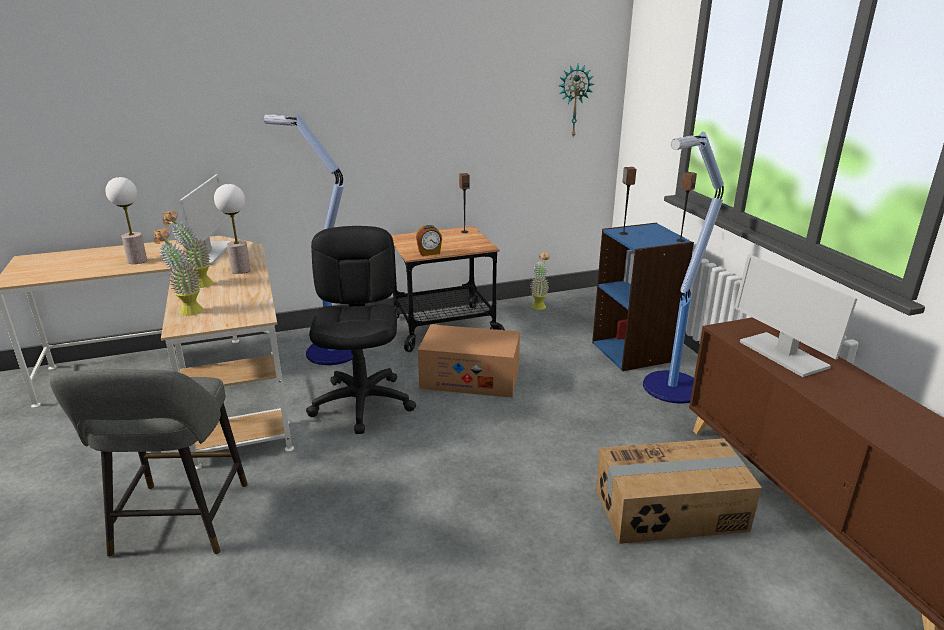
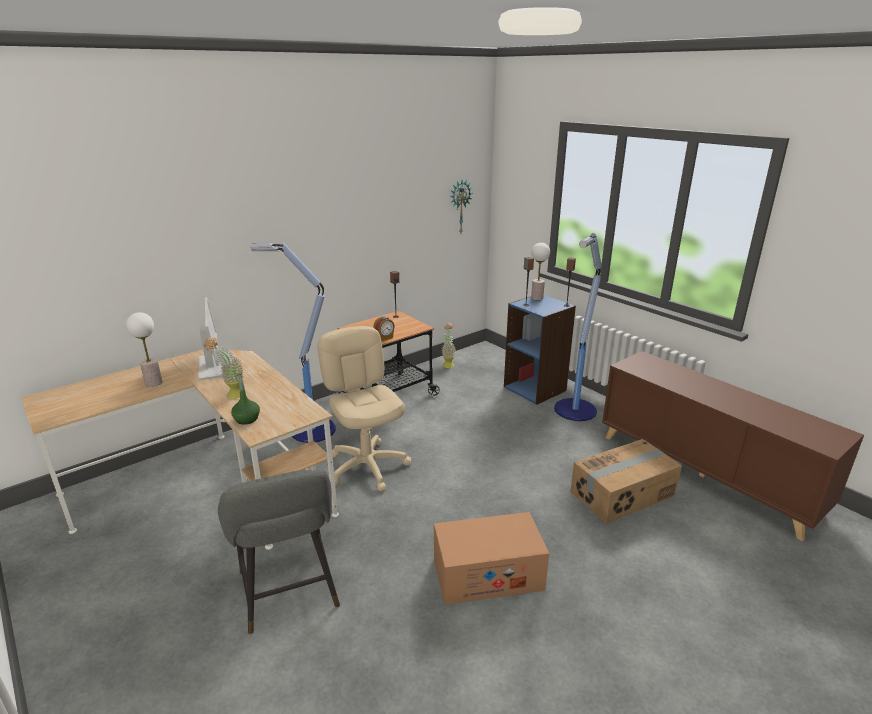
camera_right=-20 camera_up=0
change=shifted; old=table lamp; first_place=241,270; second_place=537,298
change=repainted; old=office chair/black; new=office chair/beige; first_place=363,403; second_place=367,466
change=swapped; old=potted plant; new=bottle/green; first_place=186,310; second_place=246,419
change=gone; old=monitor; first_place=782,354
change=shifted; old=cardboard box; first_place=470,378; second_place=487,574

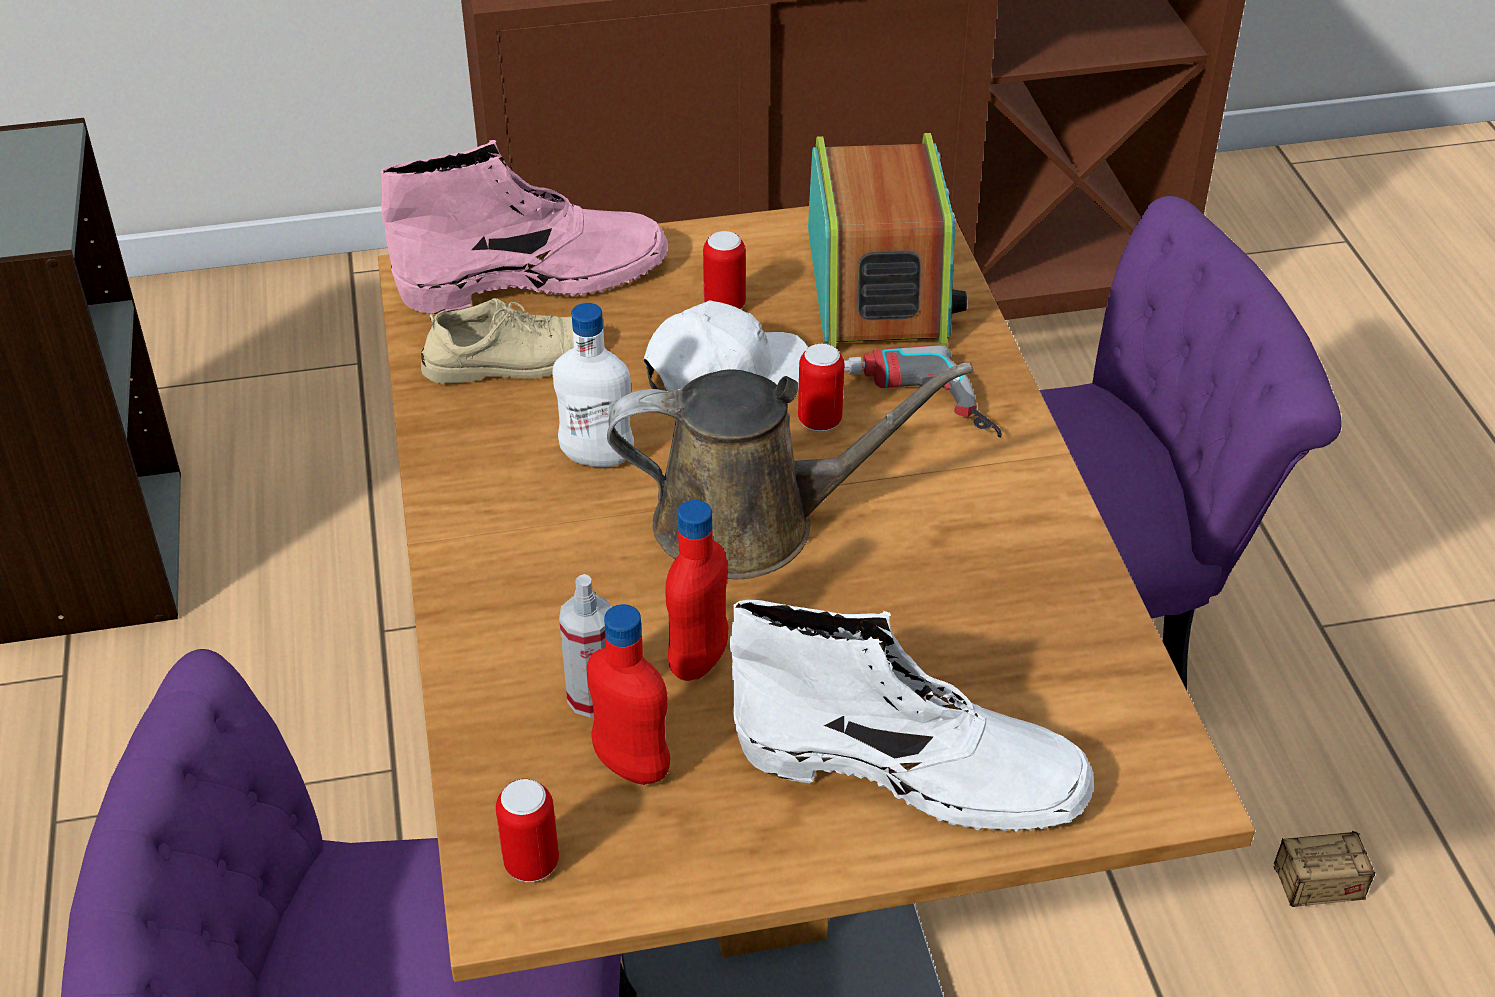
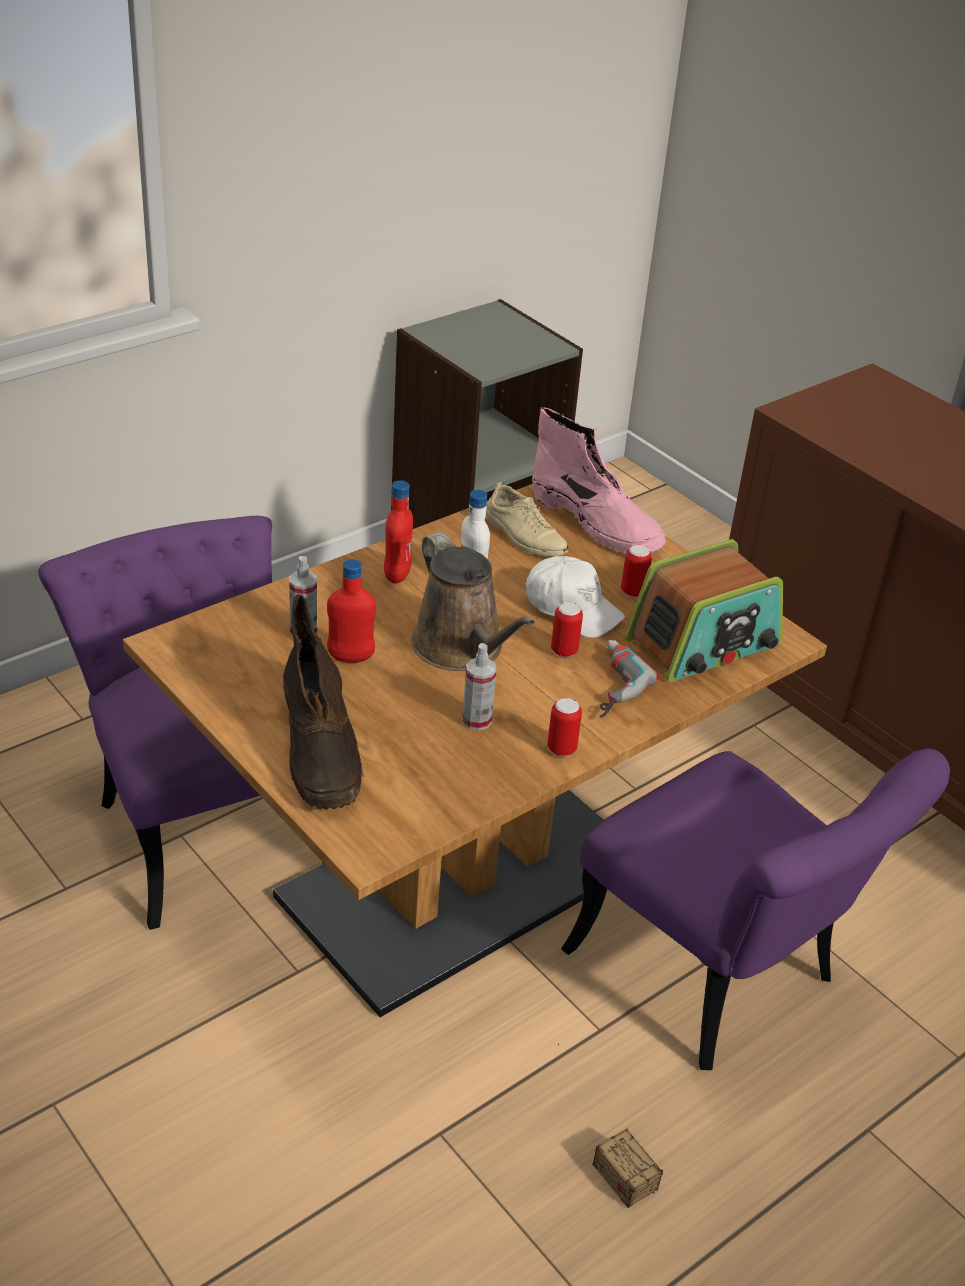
camera_right=60 camera_up=-5
change=repainted; old=boot/white; new=boot/brown; first_place=913,771; second_place=321,749
change=shifted; old=bottle/red; first_place=631,766; second_place=397,574
change=shifted; old=can; first_place=531,863; second_place=561,749
change=new; new=spray bottle; second_place=476,720

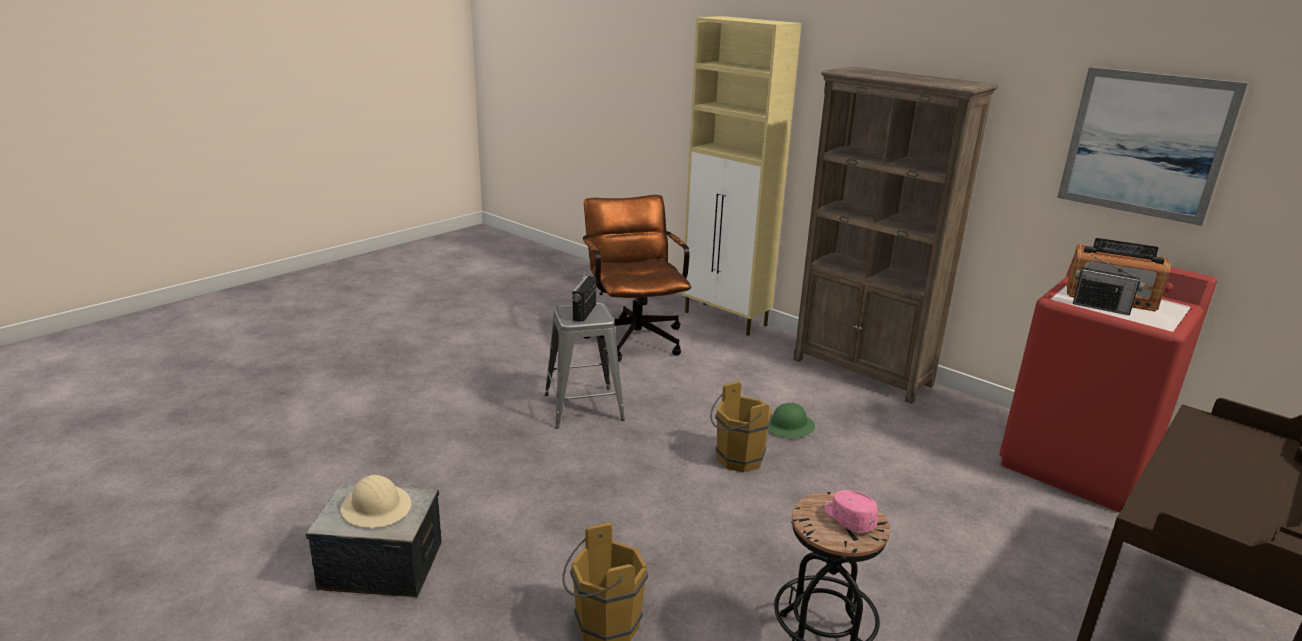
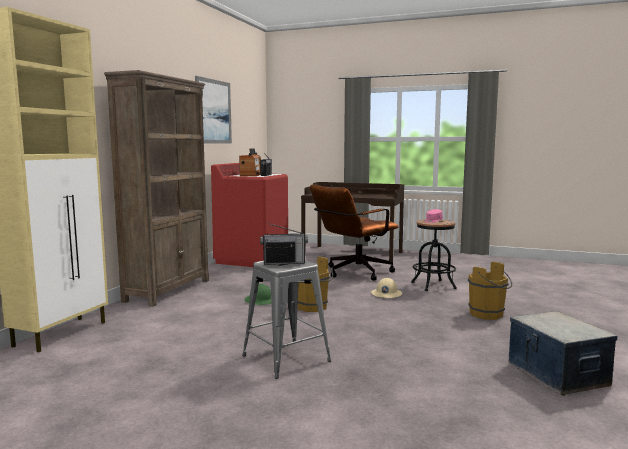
camera_right=-110 camera_up=-15
change=shifted; old=office chair/brown; first_place=634,336; second_place=353,273
change=shifted; old=hard hat/beige; first_place=376,508; second_place=386,294

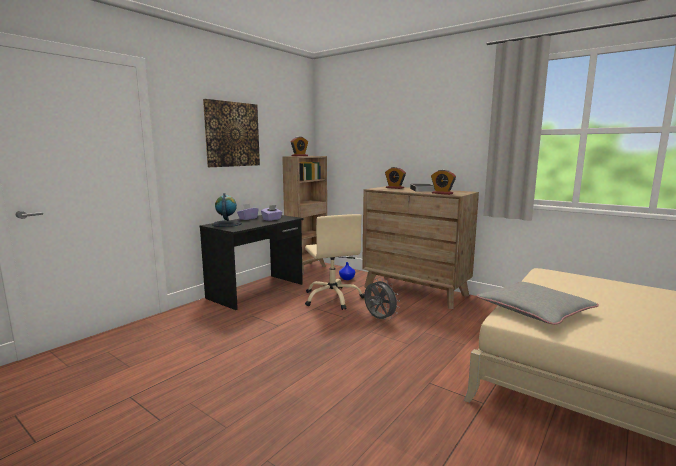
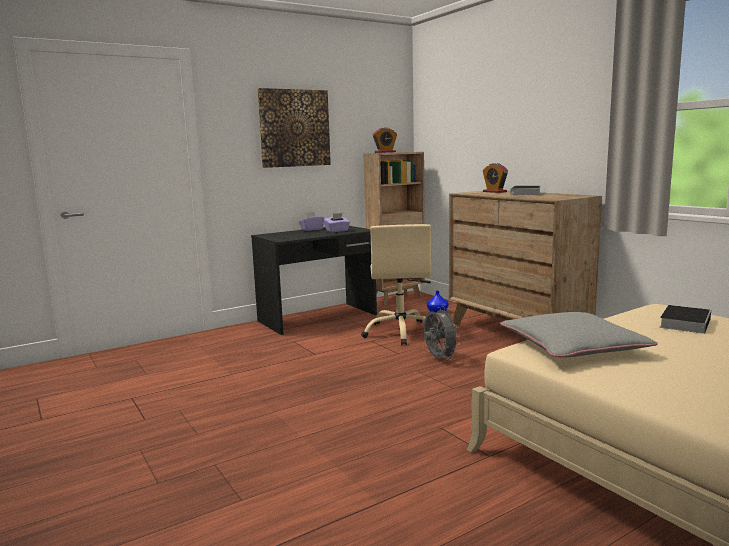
camera_right=20 camera_up=0
change=gone; old=alarm clock; first_place=442,193
change=gone; old=globe; first_place=226,224
change=new; new=book; second_place=685,322

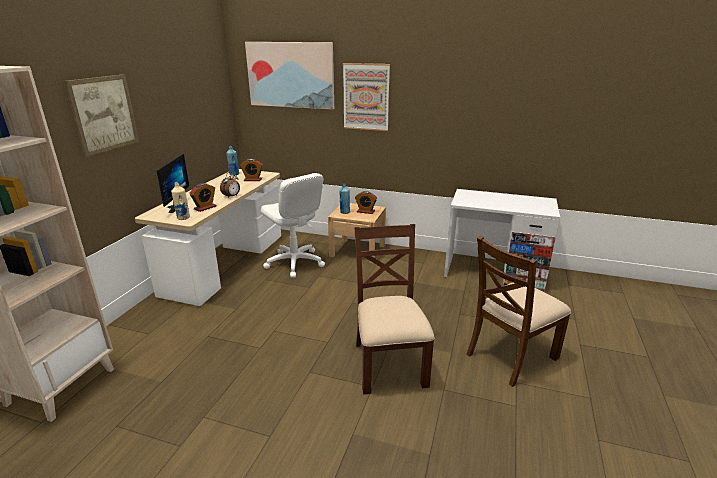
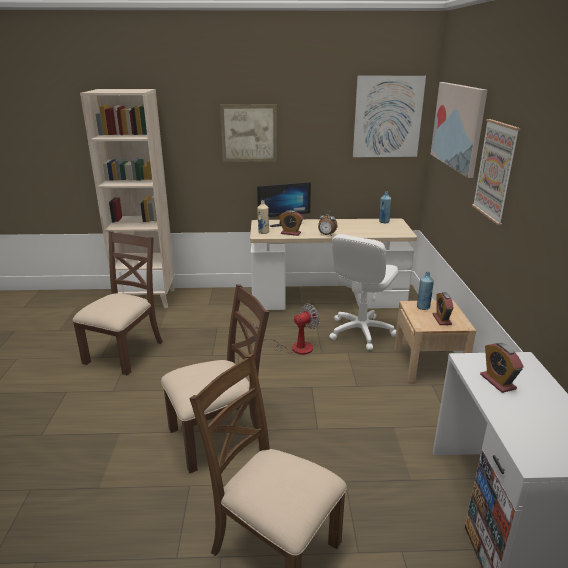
camera_right=70 camera_up=0
change=shifted; old=alarm clock; first_place=253,180; second_place=497,382
change=new; new=picture; second_place=387,117
change=new; new=chair/brown; second_place=125,352
change=new; new=fan; second_place=294,347

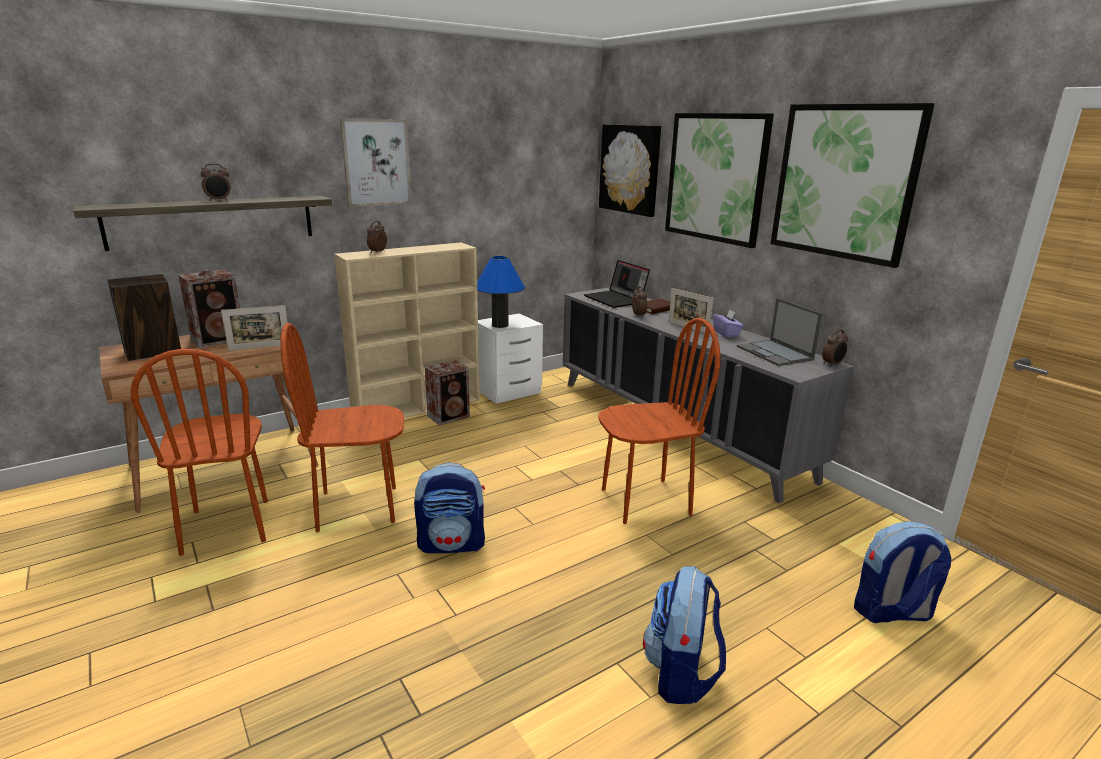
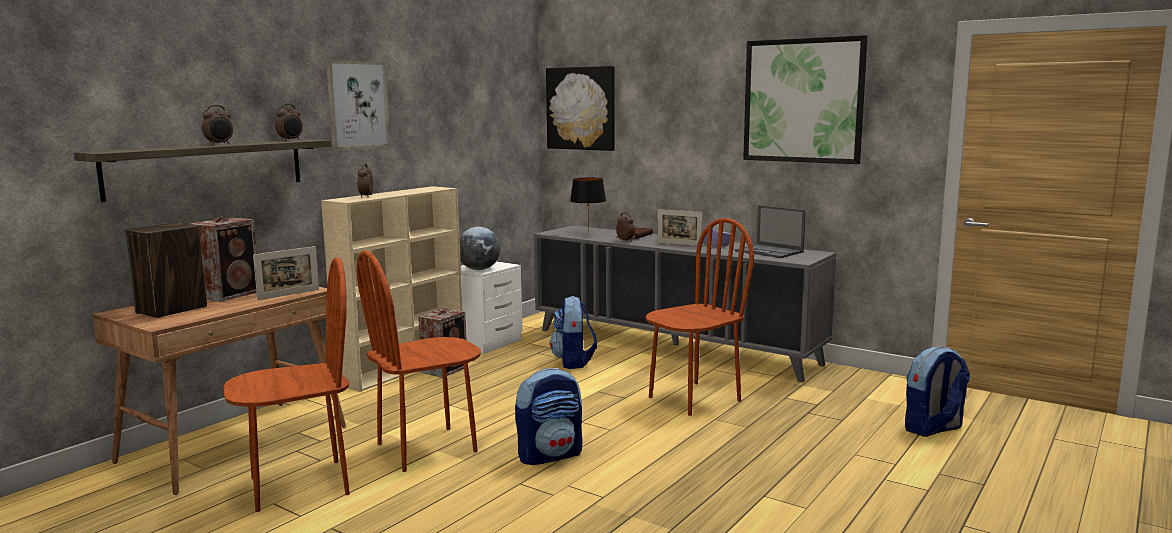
camera_right=-20 camera_up=-10
change=gone; old=picture; first_place=715,178
change=swapped; old=table lamp/blue; new=globe; first_place=500,325; second_place=479,269
change=swapped; old=laptop; new=table lamp/black; first_place=616,300; second_place=588,233
change=shifted; old=alarm clock; first_place=832,364; second_place=290,140
change=rotated; old=chair/brown; first_place=227,526; second_place=299,485; degrees=-75
change=shifted; old=backpack; first_place=681,674; second_place=573,362

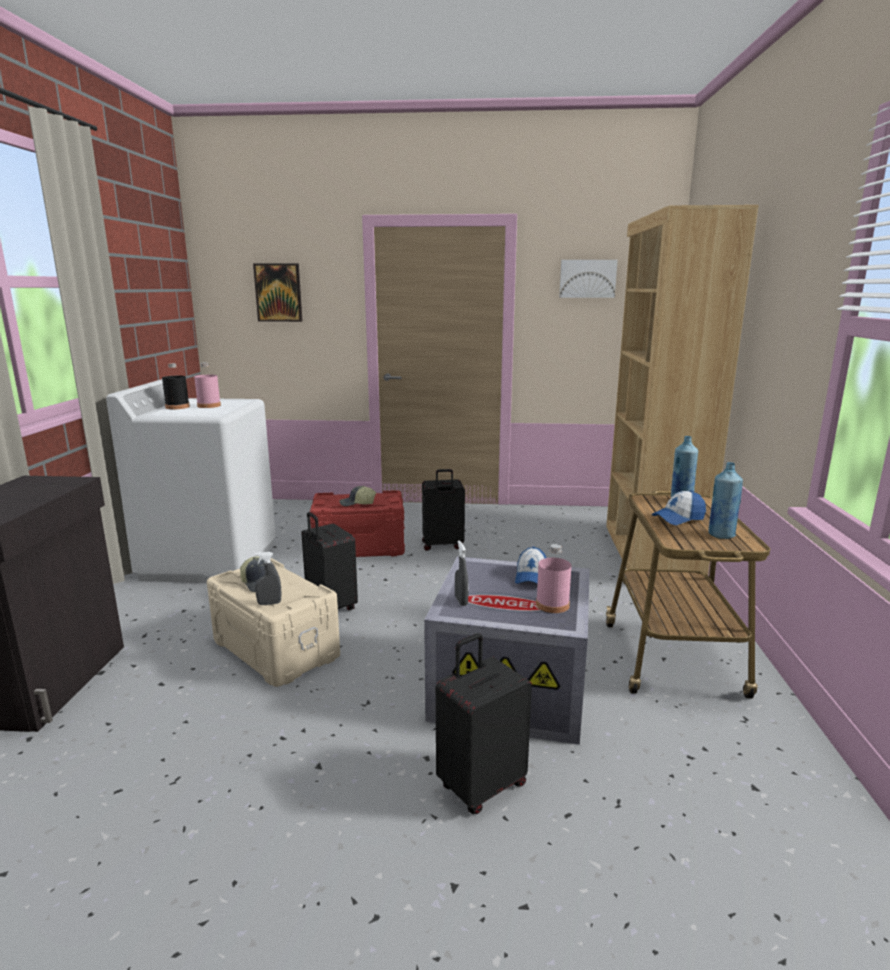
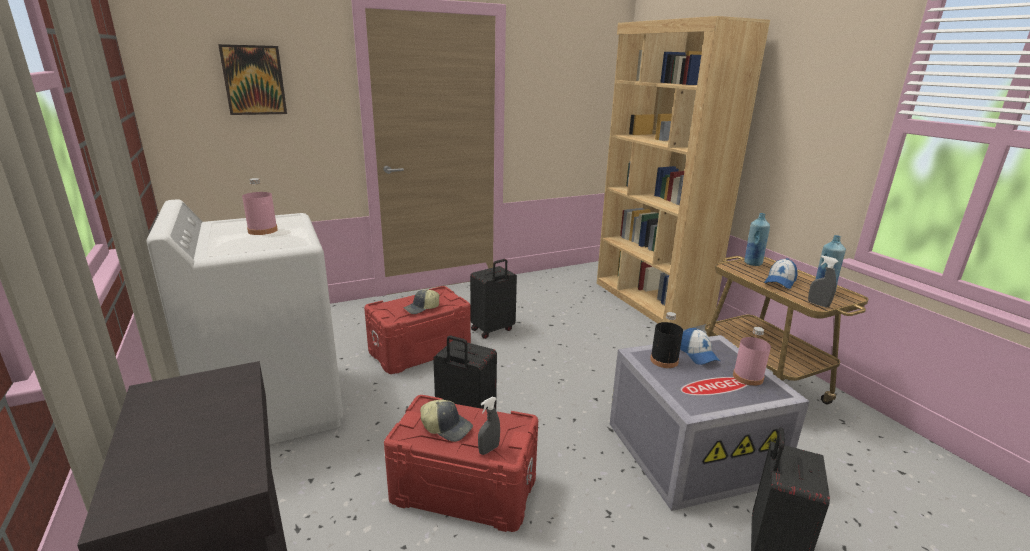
camera_right=-30 camera_up=5
change=gone; old=picture; first_place=587,278
change=shifted; old=bottle/black; first_place=177,407; second_place=664,360
change=shifted; old=spray bottle/grey; first_place=461,601; second_place=818,304
change=repainted; old=storage box/beige; new=storage box/red; first_place=277,648; second_place=465,488

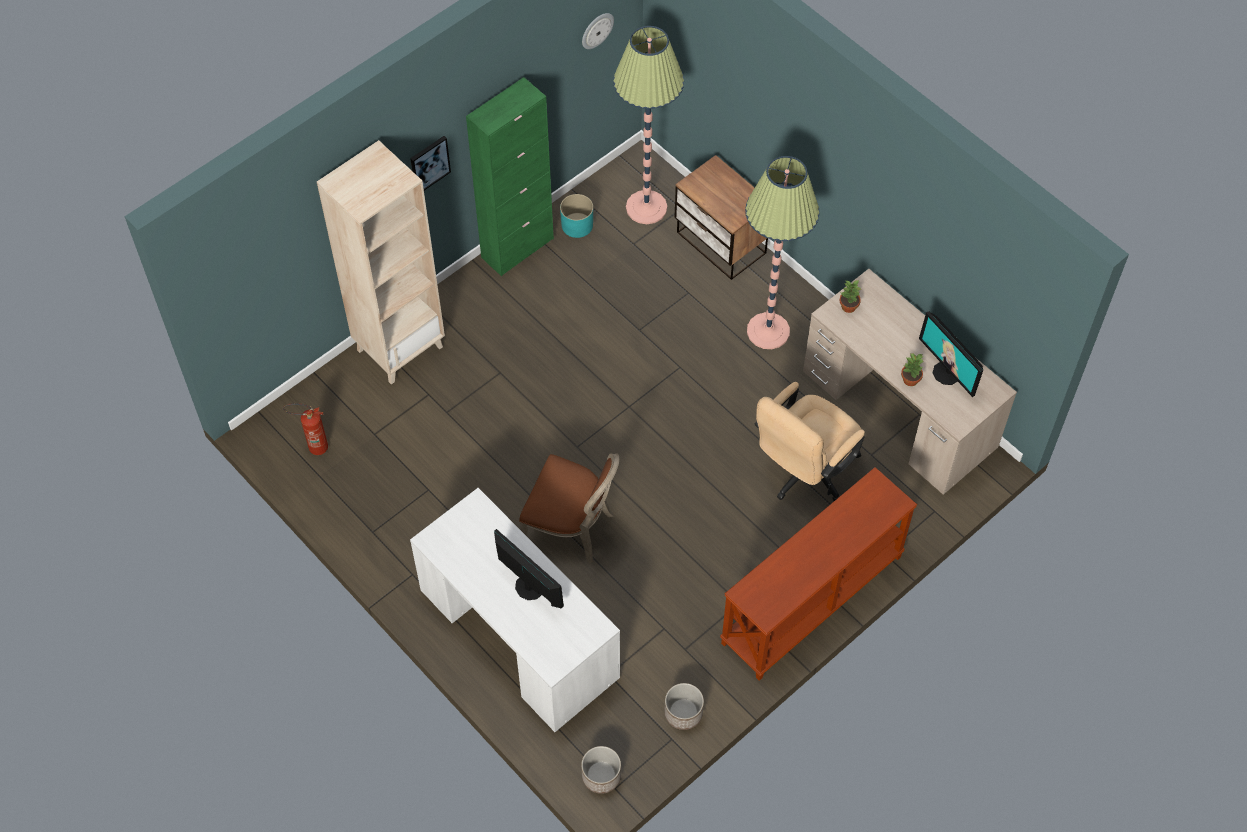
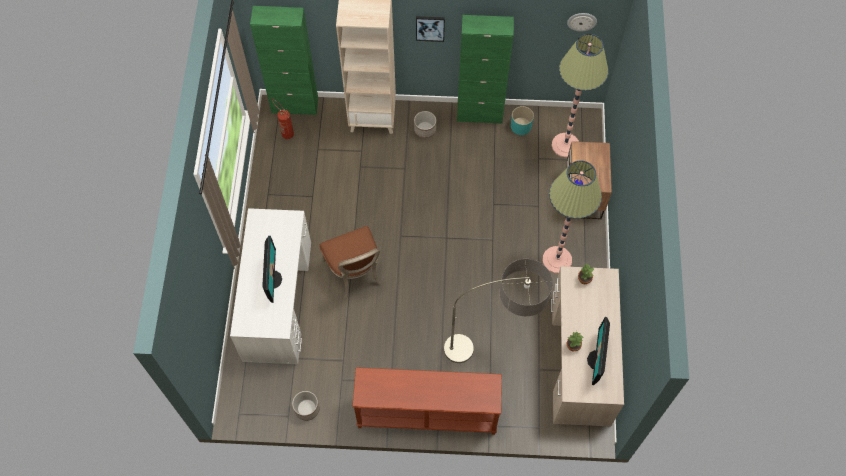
camera_right=45 camera_up=5
change=swapped; old=office chair/beige; new=floor lamp; first_place=804,472; second_place=494,347
change=shifted; old=planter; first_place=601,775; second_place=425,129
change=new; new=cabinet/green; second_place=295,106

